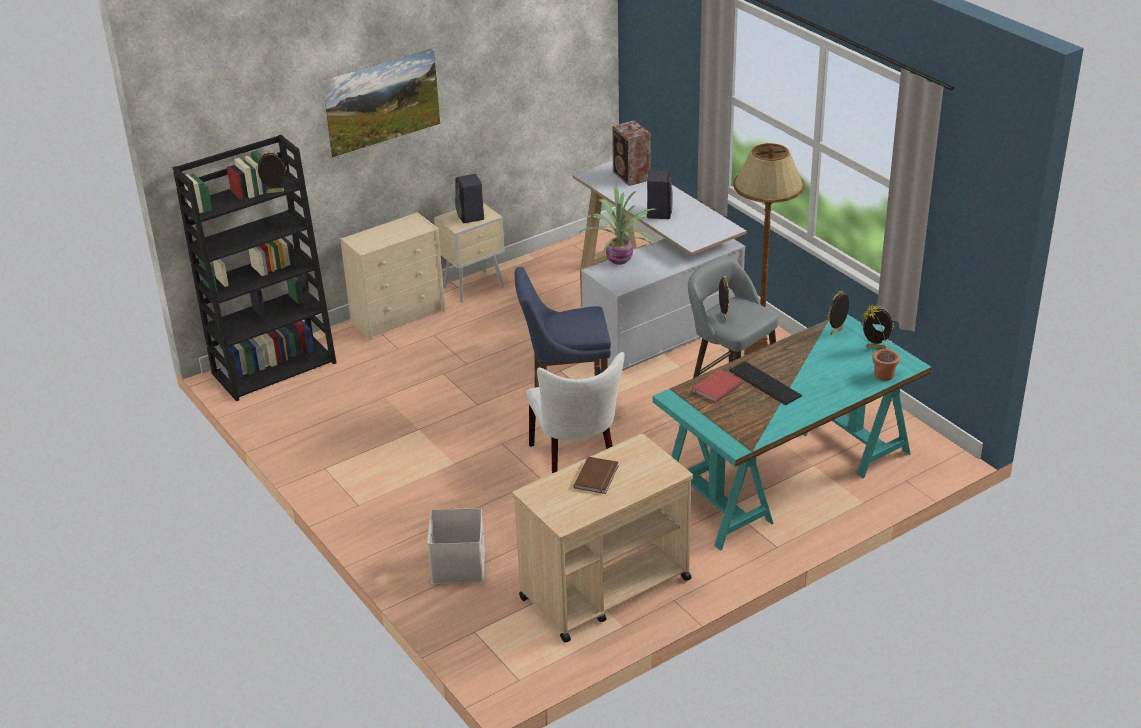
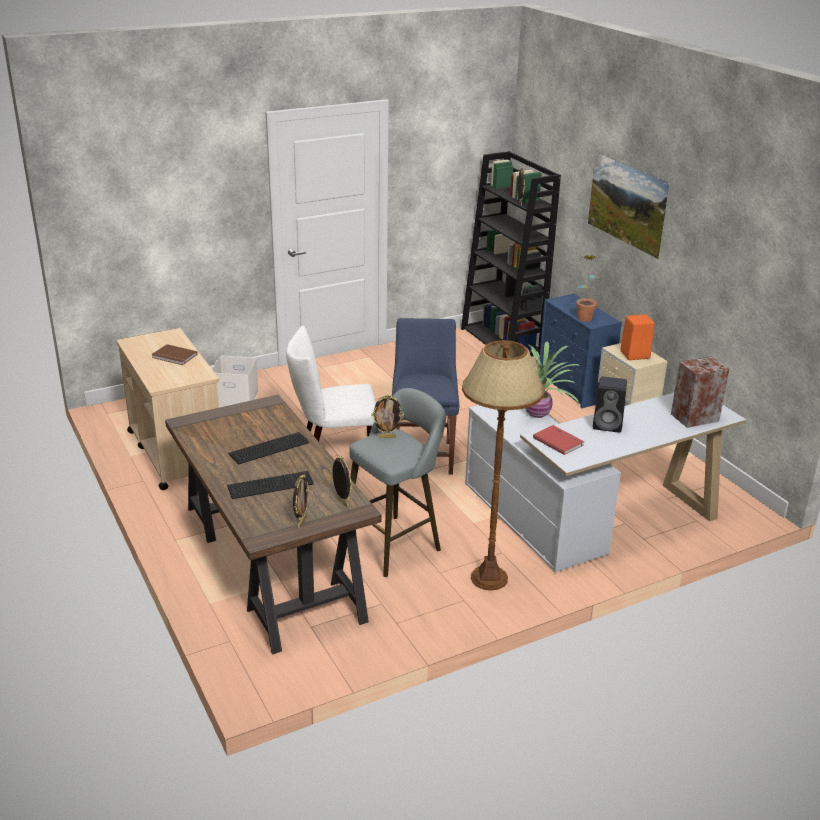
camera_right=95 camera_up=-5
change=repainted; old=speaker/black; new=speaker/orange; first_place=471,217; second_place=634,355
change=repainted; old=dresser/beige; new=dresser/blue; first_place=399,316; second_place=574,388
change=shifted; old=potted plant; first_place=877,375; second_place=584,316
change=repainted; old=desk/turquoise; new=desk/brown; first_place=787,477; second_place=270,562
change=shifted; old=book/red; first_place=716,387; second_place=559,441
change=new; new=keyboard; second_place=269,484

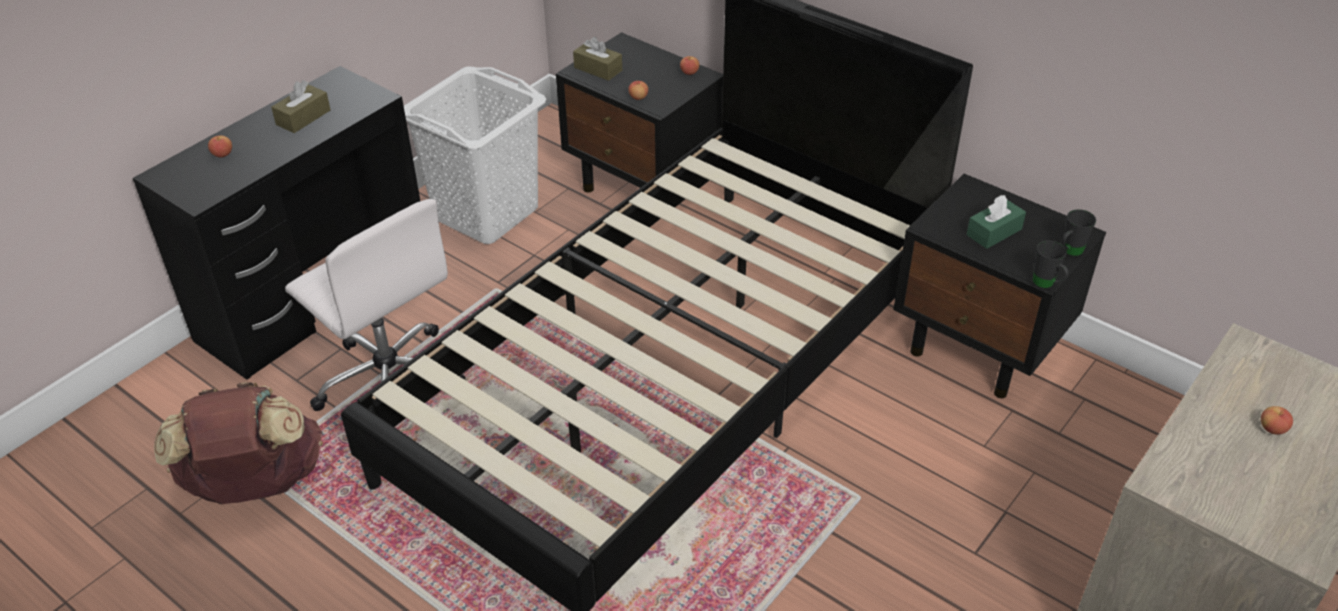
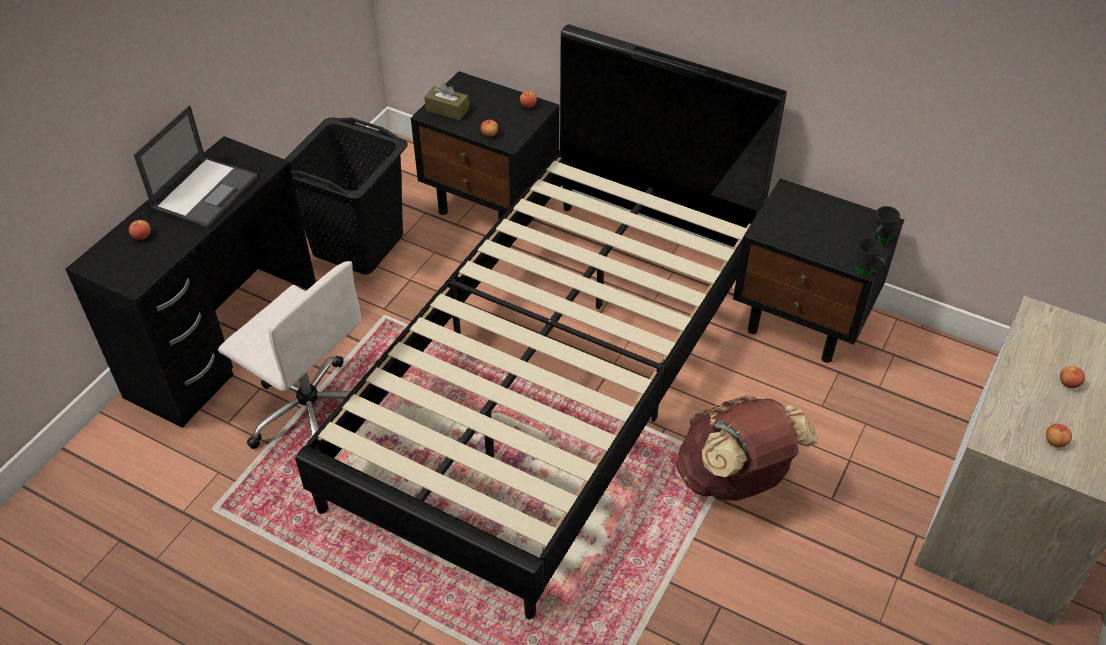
camera_right=-10 camera_up=5
change=repainted; old=laundry basket/white; new=laundry basket/black; first_place=487,213; second_place=359,245
change=swapped; old=tissue box/brown; new=laptop; first_place=303,117; second_place=205,192
change=gone; old=tissue box/green; first_place=994,232
change=shifted; old=backpack/brown; first_place=256,485; second_place=734,479
change=new; new=apple; second_place=1055,442

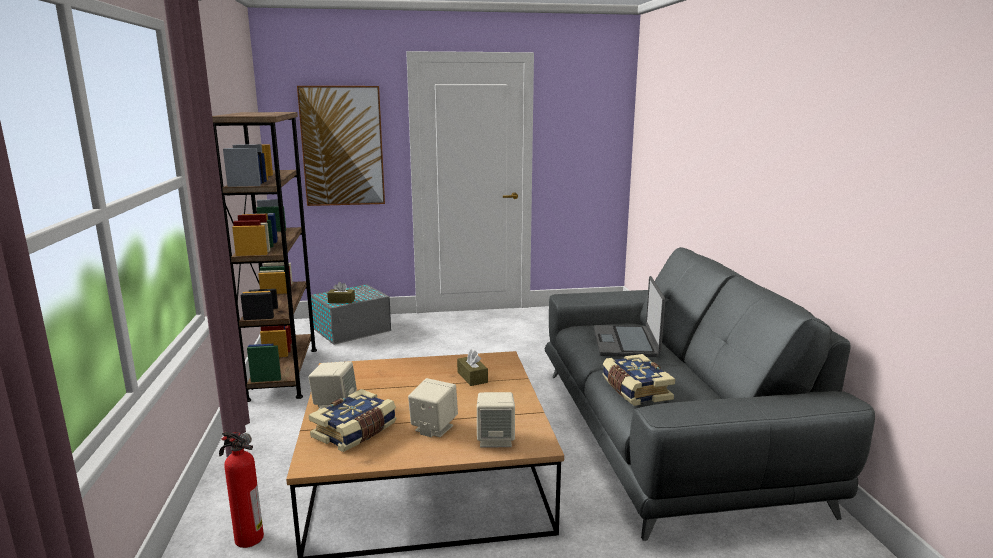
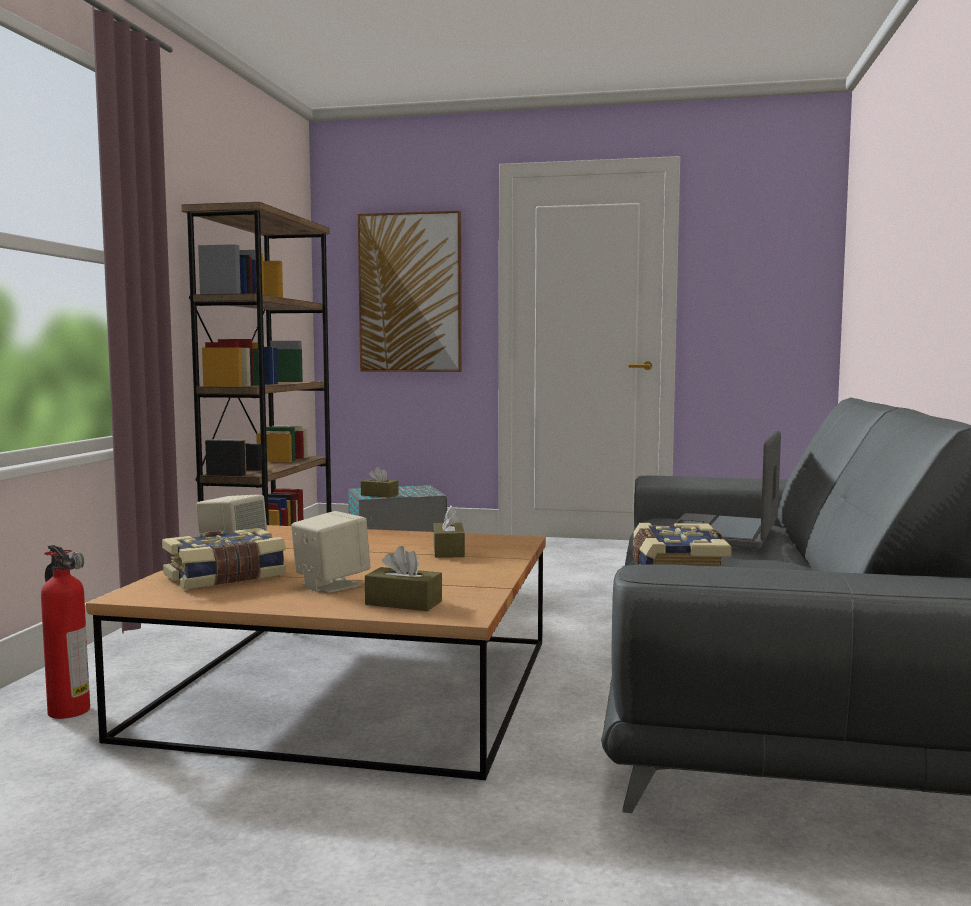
camera_right=20 camera_up=-10
change=swapped; old=speaker/beige; new=tissue box/brown; first_place=496,439; second_place=403,603

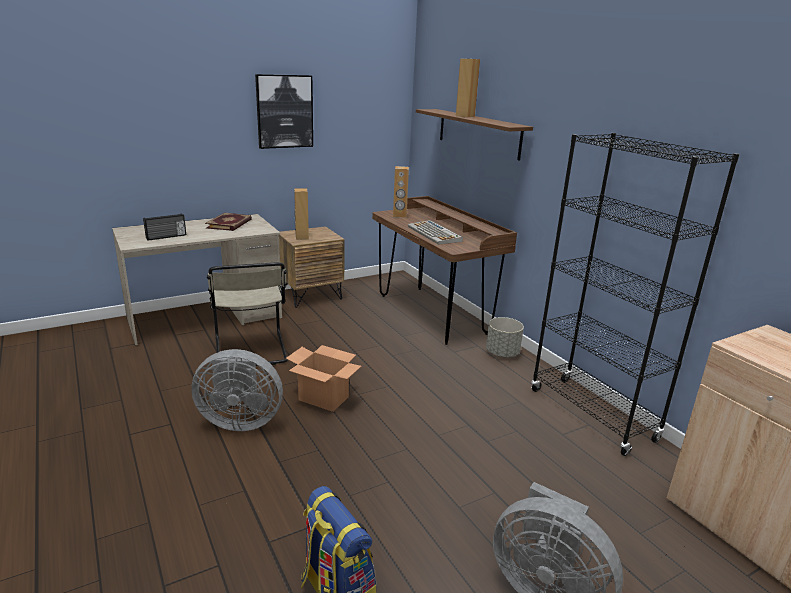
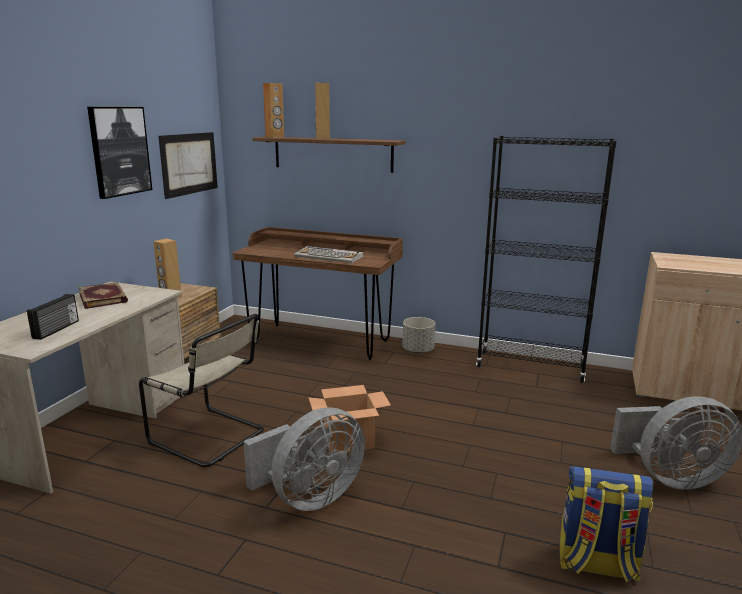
camera_right=-40 camera_up=-5
change=shifted; old=speaker/brown; first_place=399,215; second_place=275,137
change=new; new=picture; second_place=189,163

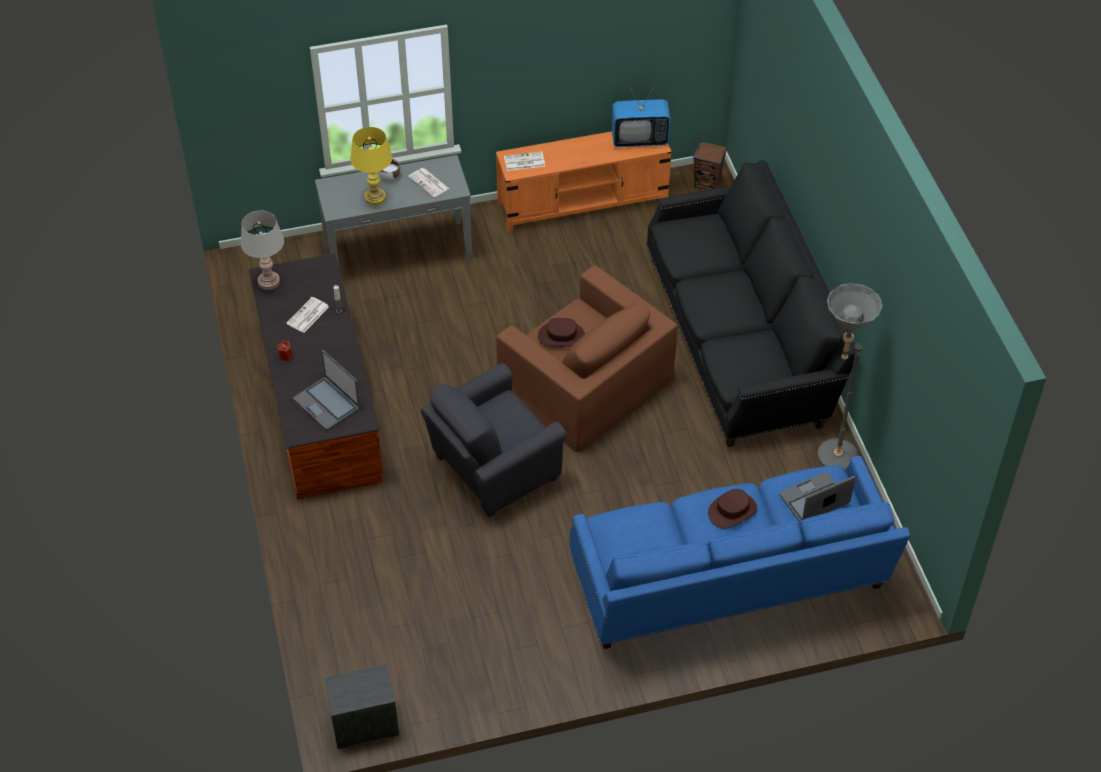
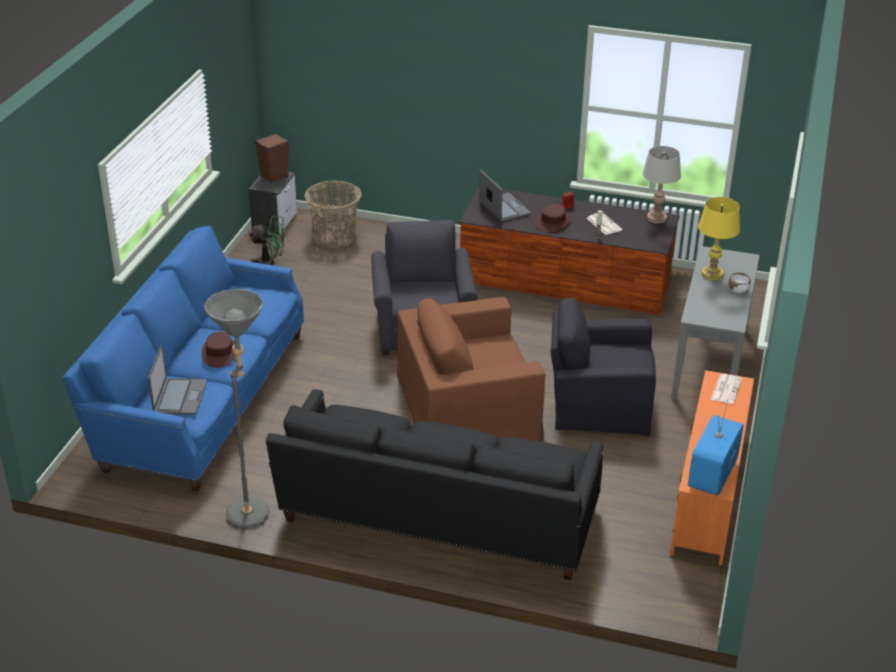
camera_right=120 camera_up=-15
change=shifted; old=speaker/brown; first_place=707,184; second_place=274,177
change=gone; old=newspaper; first_place=429,183
change=shifted; old=hat/brown; first_place=561,336; second_place=553,222
change=rotated; old=laptop; first_place=327,404; second_place=503,208; degrees=75
change=new; new=basket; second_place=334,236
change=new; new=fan/green; second_place=271,263
change=new; new=armchair/black; second_place=599,403

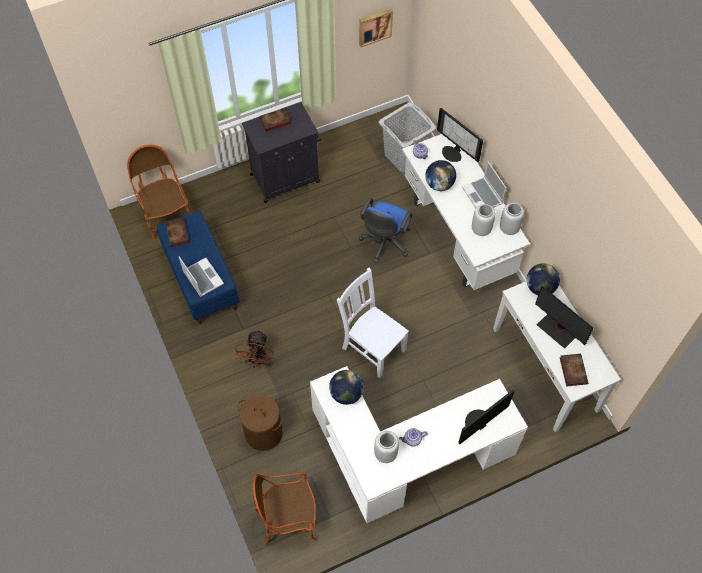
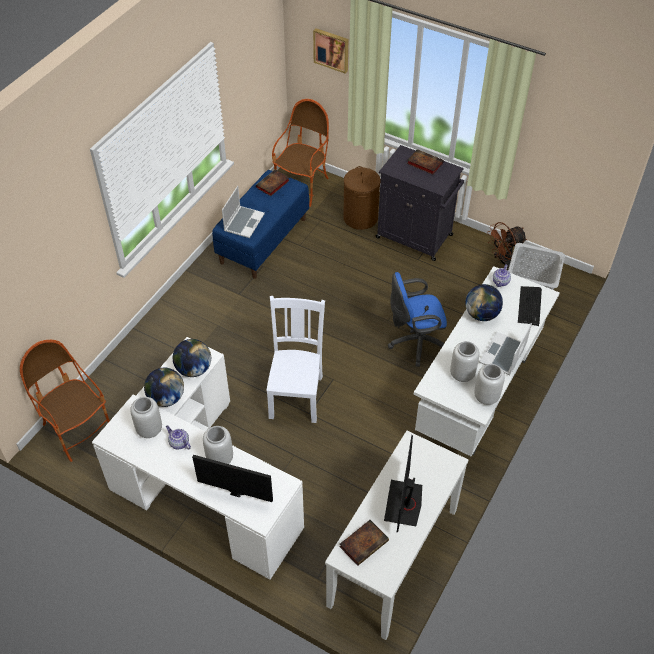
camera_right=55 camera_up=-10
change=shifted; old=picture; first_place=375,26; second_place=331,49
change=swapped; old=monitor; new=keyboard; first_place=453,152; second_place=530,306
change=shifted; old=globe; first_place=540,287; second_place=166,398
change=shifted; old=fan/brown; first_place=258,362; second_place=503,262
change=shifted; old=laundry basket/brown; first_place=263,433; second_place=360,217
change=new; new=vase/grey; second_place=220,458

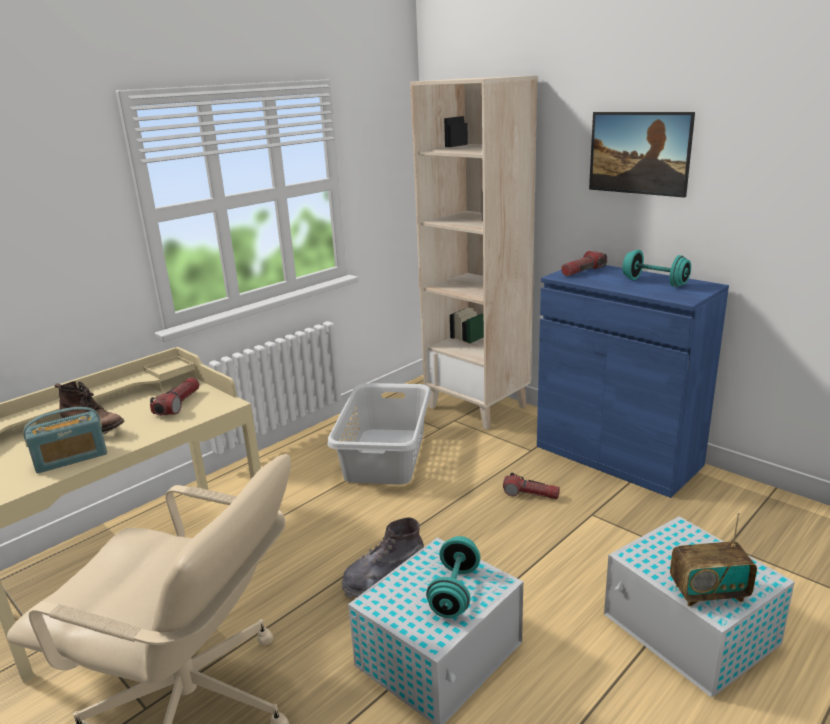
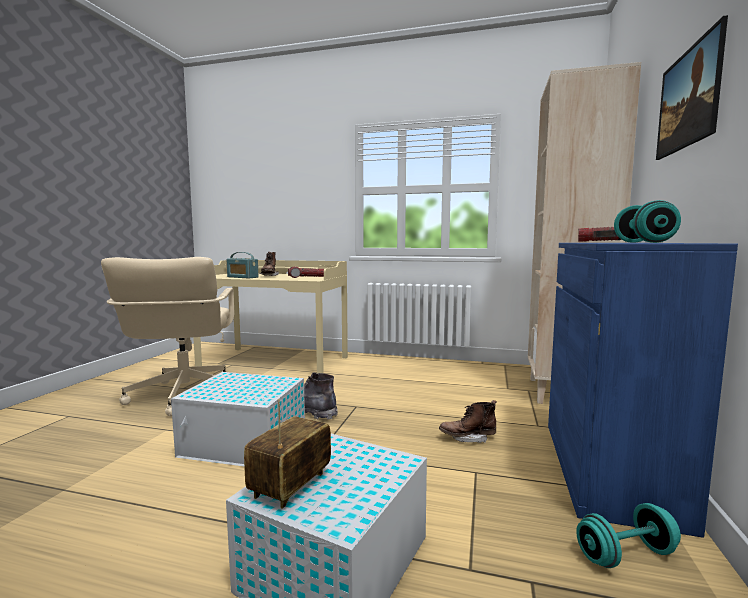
camera_right=60 camera_up=-15
change=gone; old=laundry basket/grey; first_place=386,455
change=swapped; old=flashlight; new=boot/brown; first_place=530,494; second_place=467,438
change=rotated; old=radio; first_place=708,592; second_place=291,486; degrees=60
change=shifted; old=dumbbell/turquoise; first_place=454,592; second_place=625,555

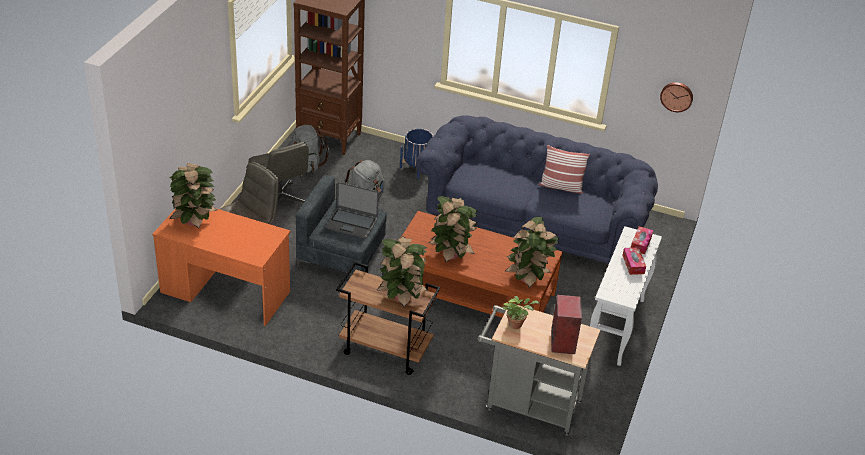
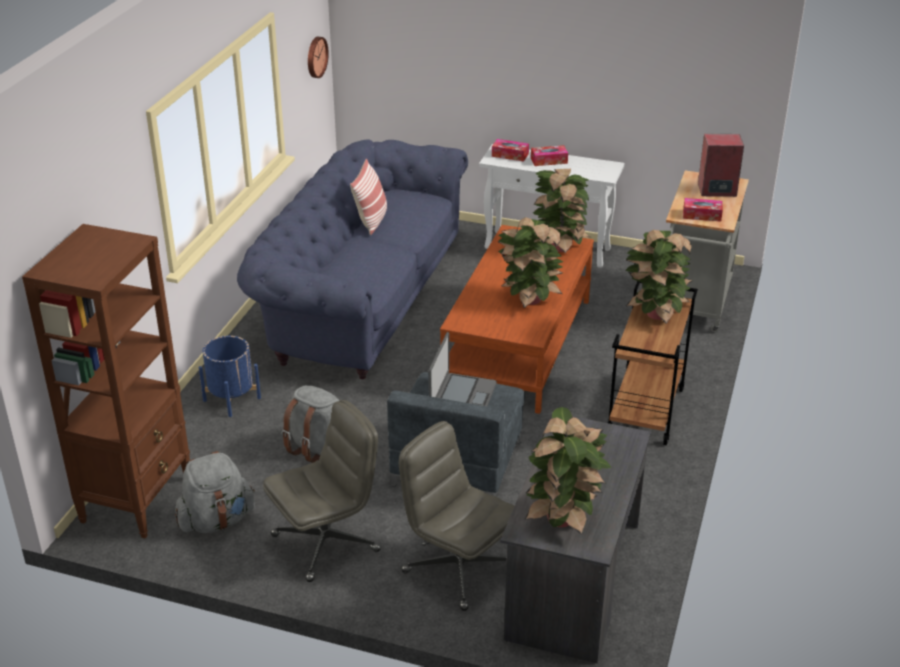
camera_right=-90 camera_up=-5
change=repainted; old=desk/orange; new=desk/grey; first_place=225,292; second_place=573,581
change=swapped; old=potted plant; new=tissue box; first_place=517,324; second_place=702,215

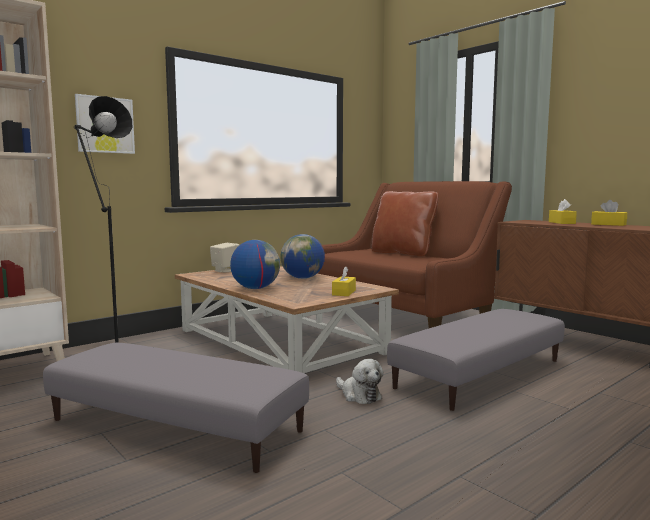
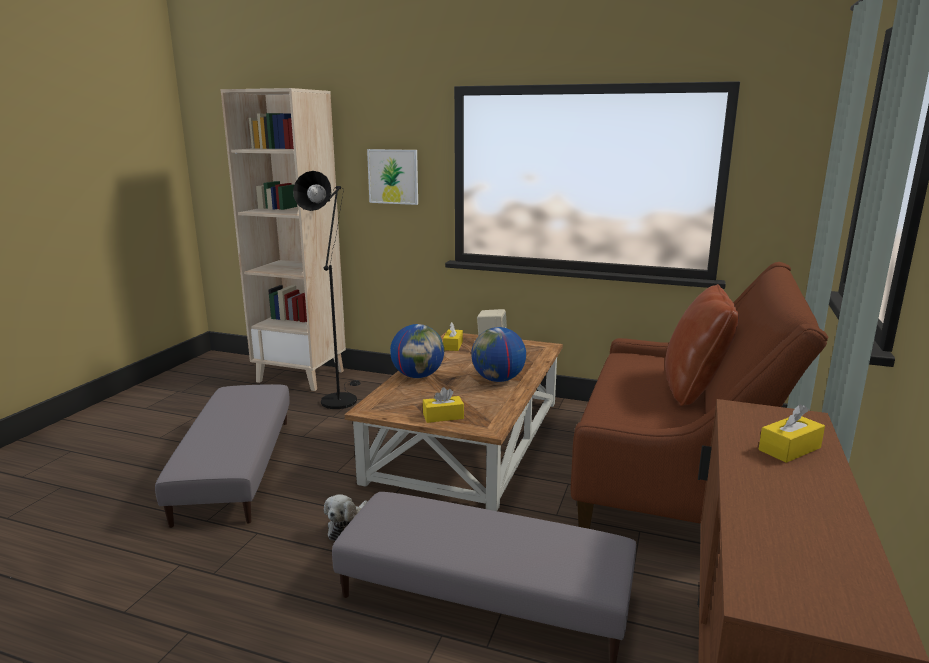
camera_right=60 camera_up=10
change=shifted; old=tissue box/yellow; first_place=608,224; second_place=453,346

